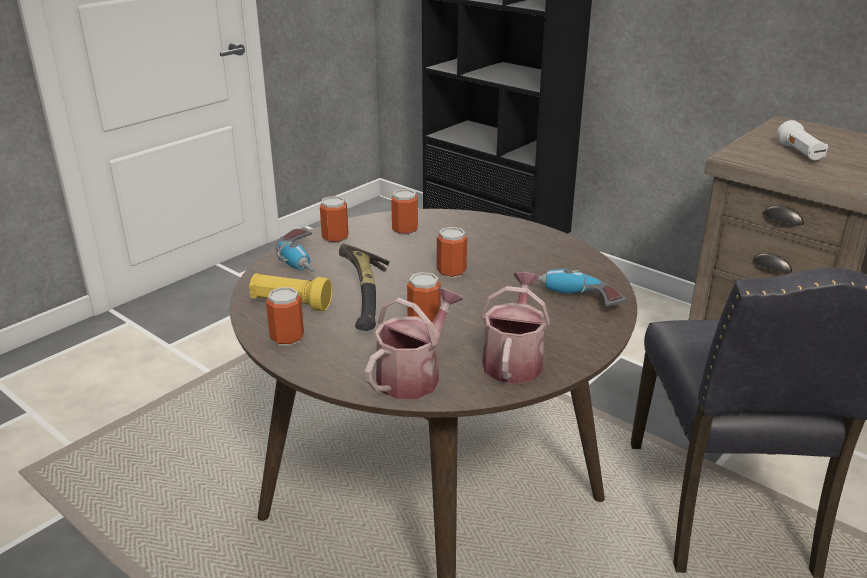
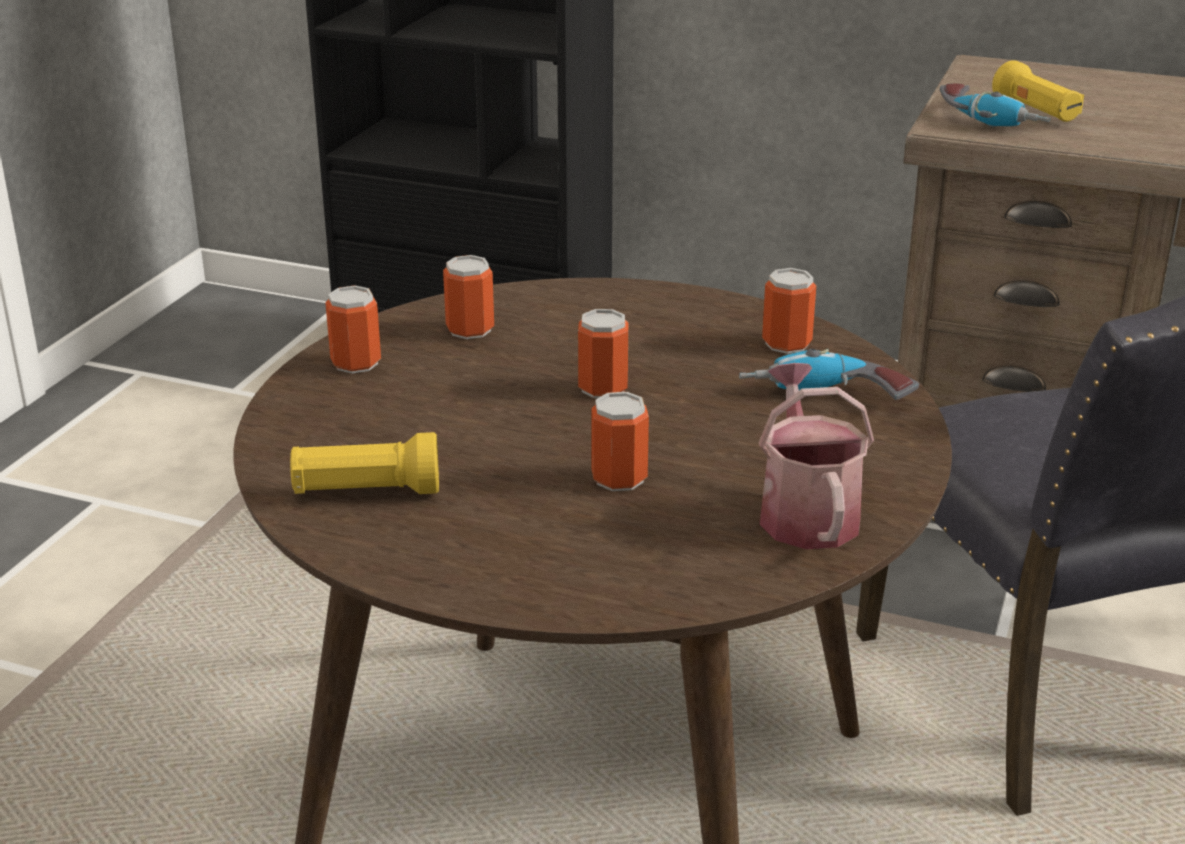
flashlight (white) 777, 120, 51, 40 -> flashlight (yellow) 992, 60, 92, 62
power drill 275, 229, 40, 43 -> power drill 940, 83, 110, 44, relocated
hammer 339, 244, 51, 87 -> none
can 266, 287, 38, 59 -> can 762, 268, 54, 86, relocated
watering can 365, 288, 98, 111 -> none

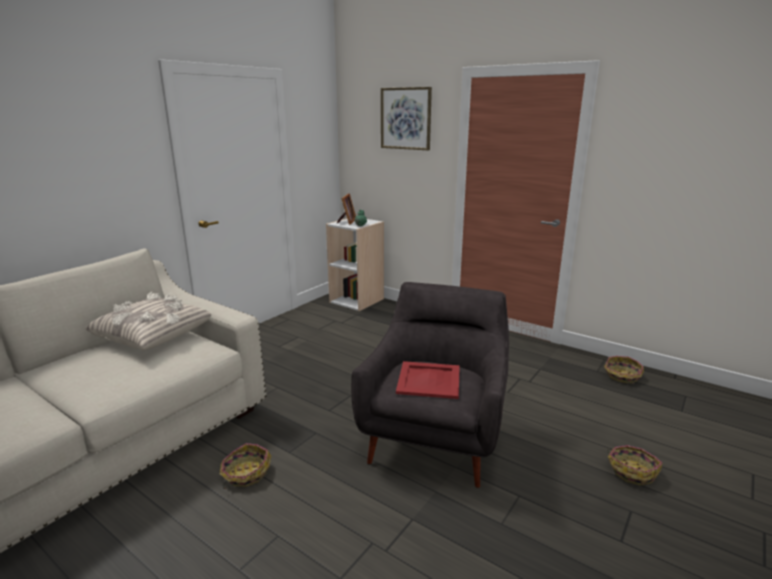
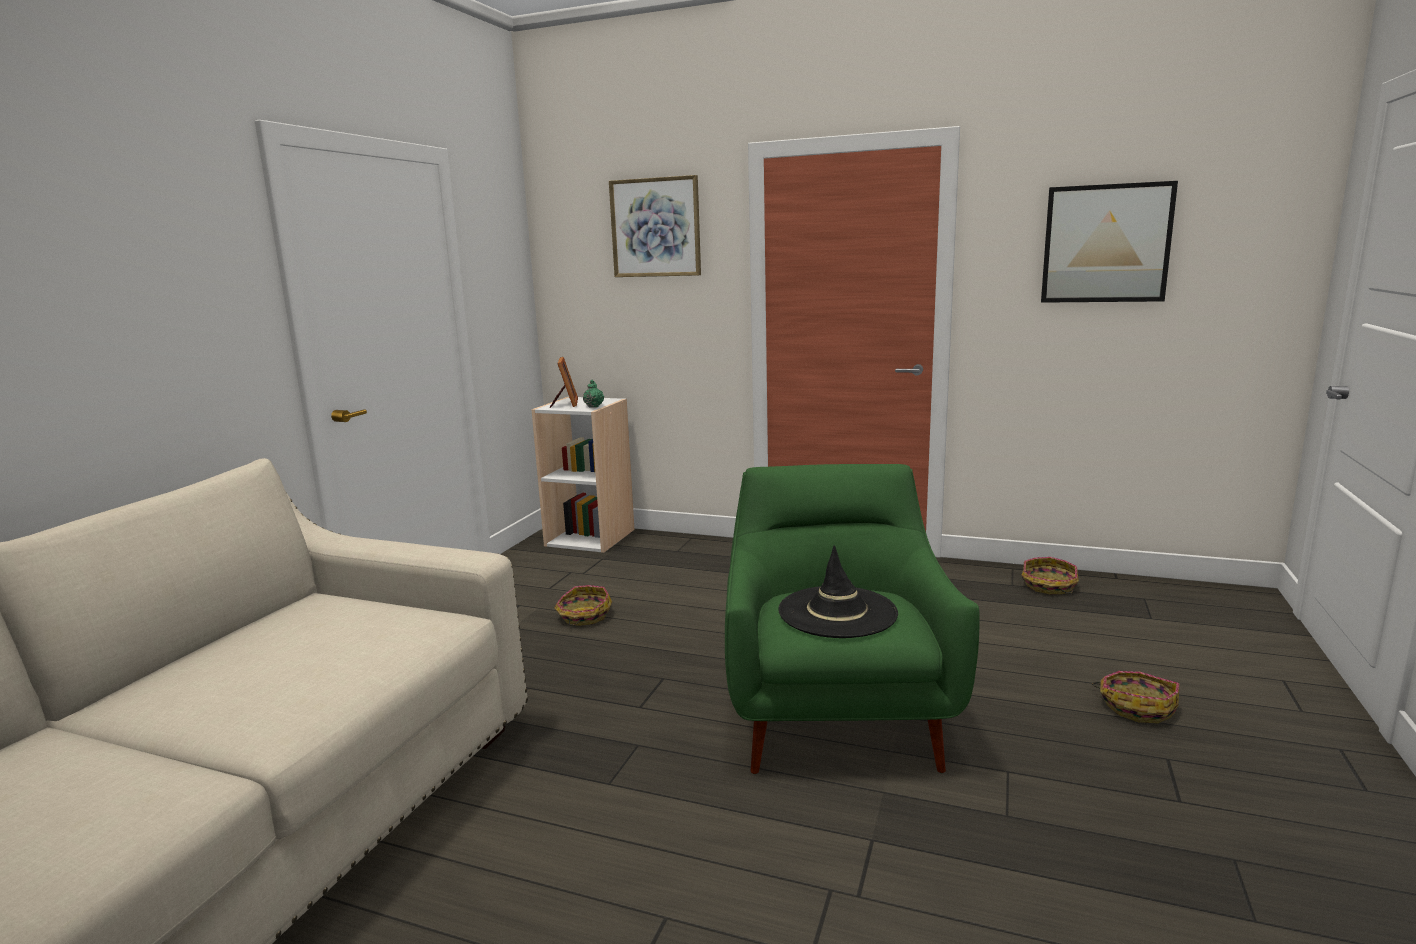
armchair (grey) 351, 282, 158, 206 -> armchair (green) 725, 464, 255, 310
pillow (beige) 86, 291, 125, 60 -> none
tray (red) 396, 361, 64, 38 -> hat (black) 778, 545, 120, 93
basket 219, 443, 52, 46 -> basket 554, 585, 58, 41, relocated
none -> picture 1041, 181, 137, 122

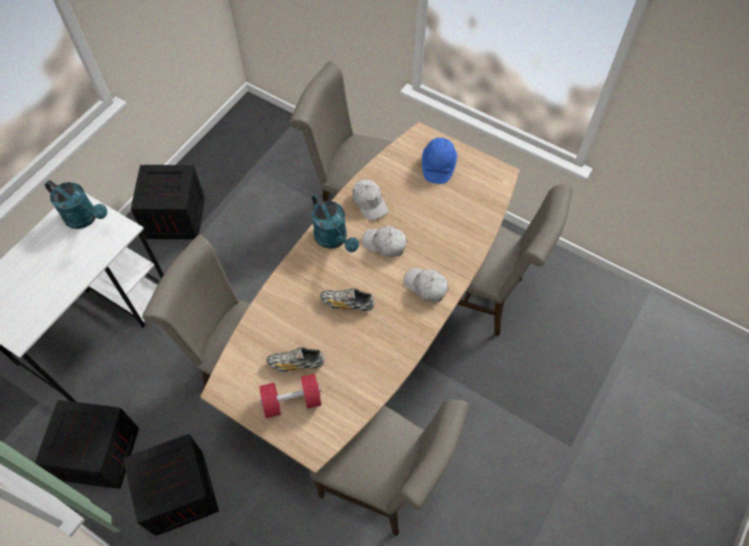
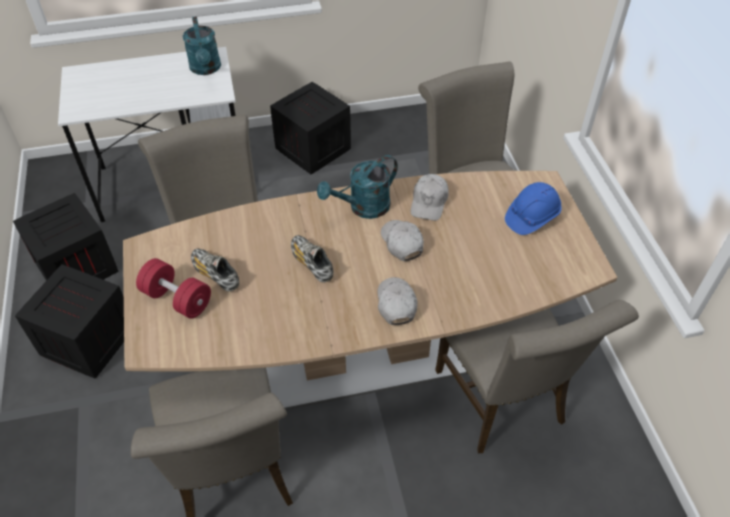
watering can (turquoise) 311, 194, 48, 58 -> watering can (turquoise) 317, 155, 81, 64, 45 degrees clockwise

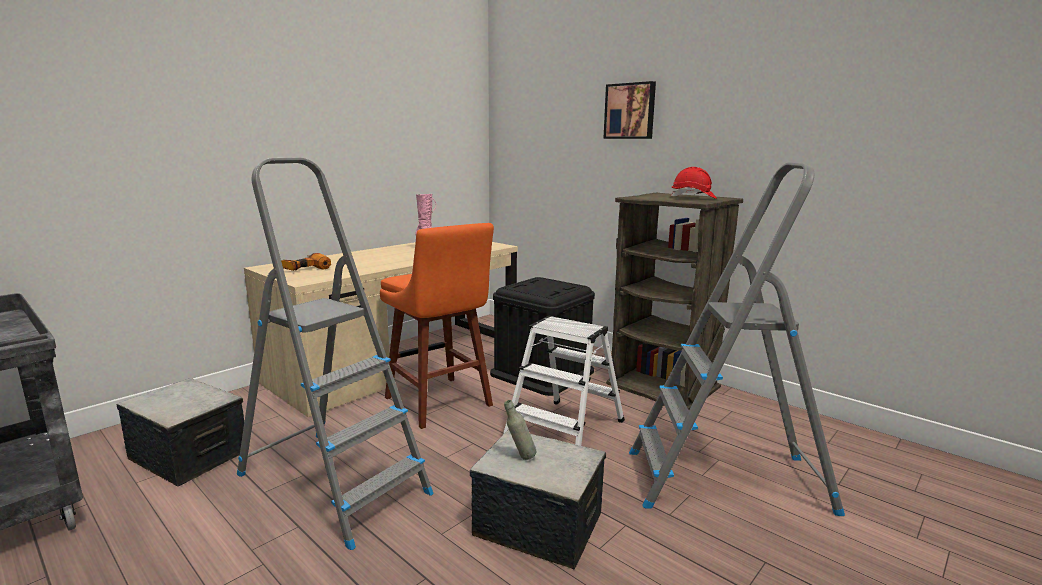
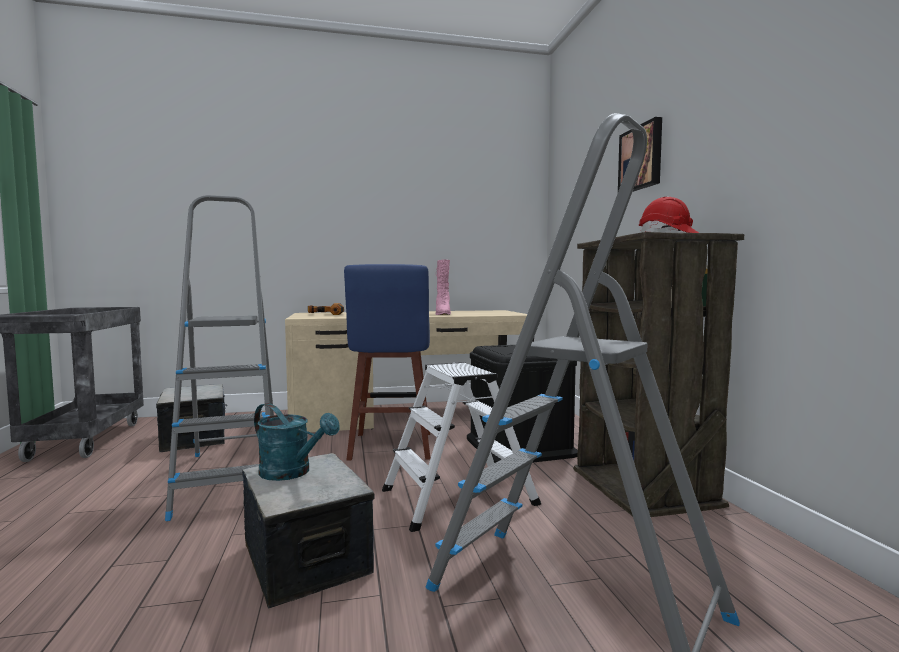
stool (orange) 380, 223, 114, 206 -> stool (blue) 344, 264, 86, 197
bottle (grey) 504, 400, 32, 60 -> watering can (turquoise) 254, 403, 86, 78

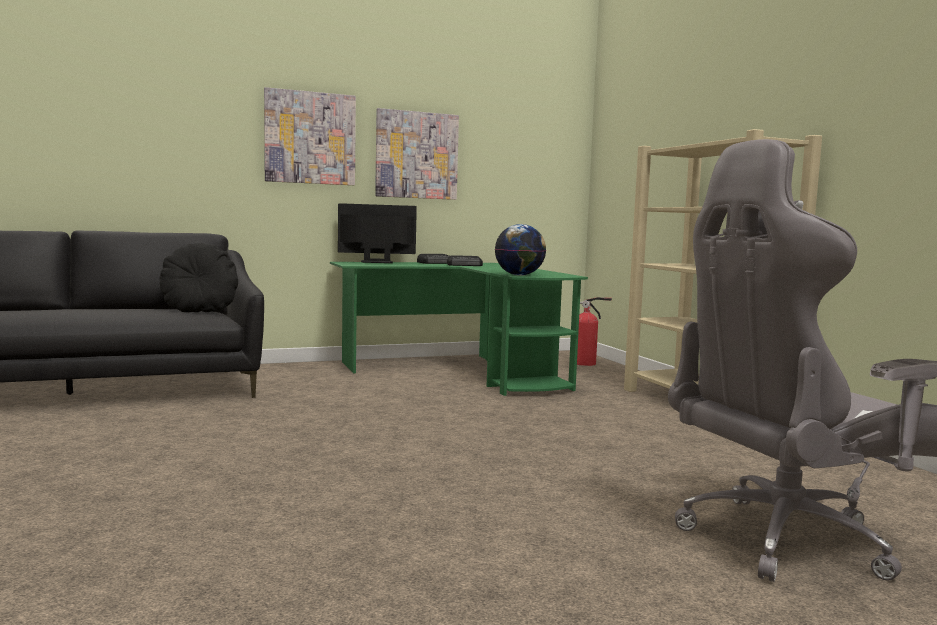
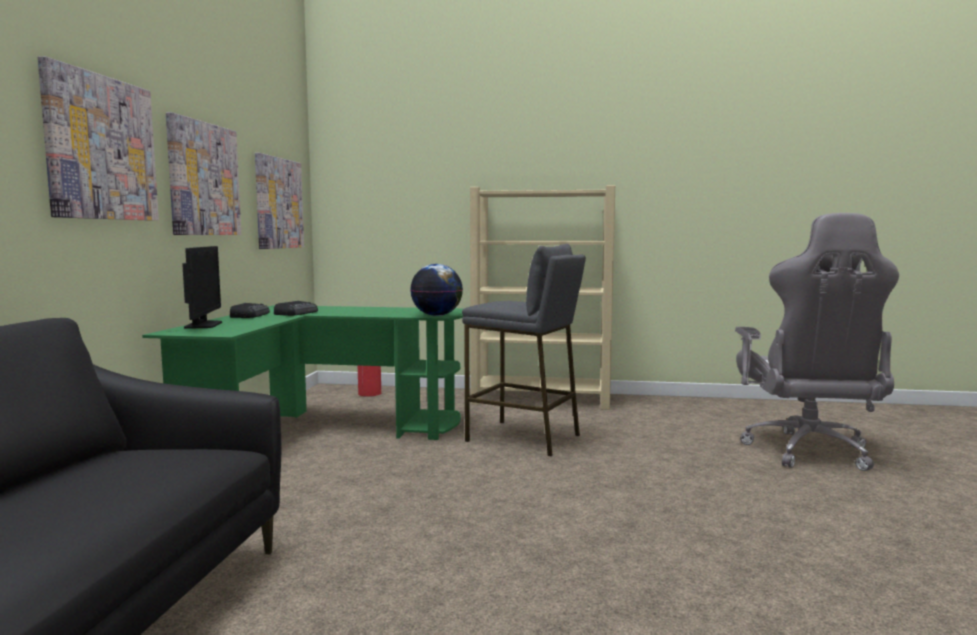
monitor 338, 203, 79, 60 -> monitor 182, 246, 40, 83, 150 degrees clockwise
pillow (black) 160, 243, 78, 69 -> none
none -> picture 255, 153, 49, 96
none -> stool (grey) 462, 244, 124, 212

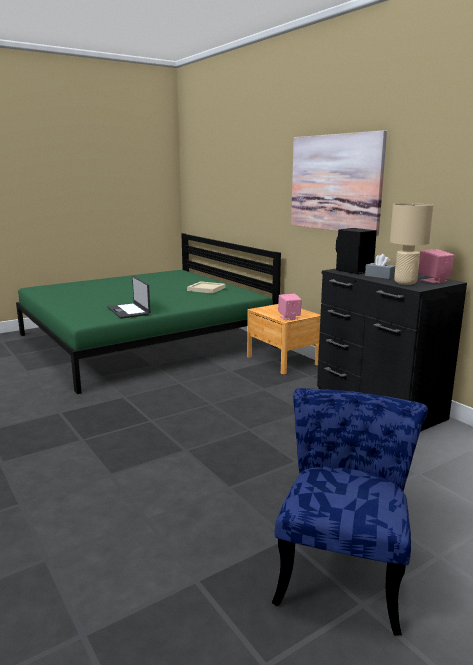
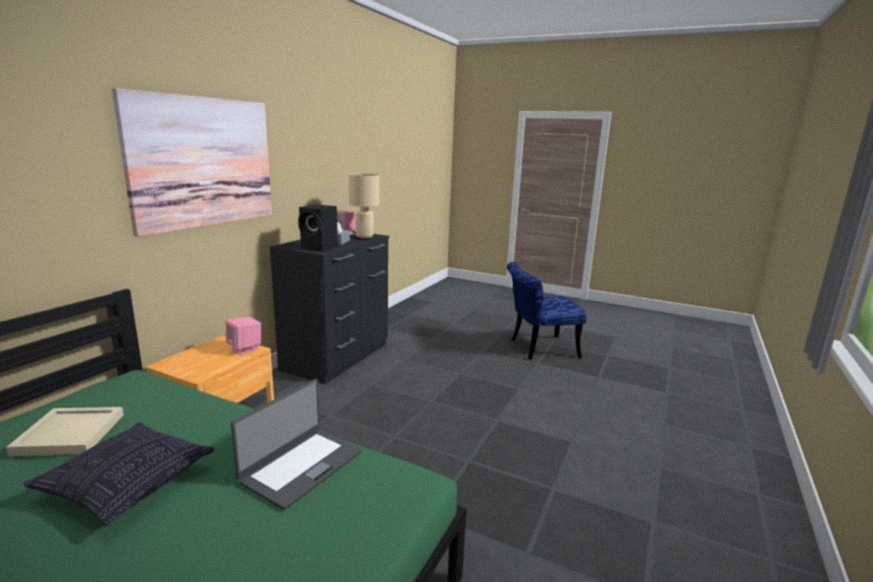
none -> pillow 23, 422, 192, 104

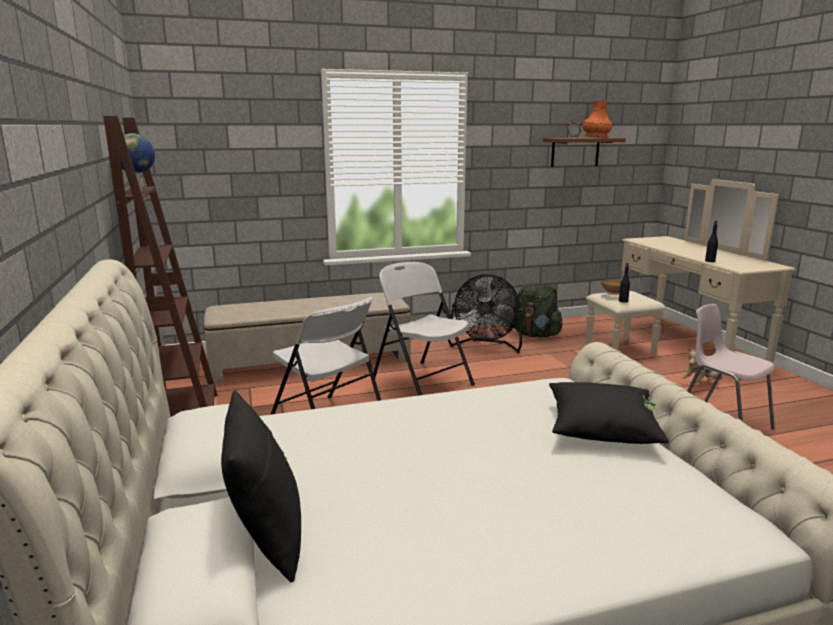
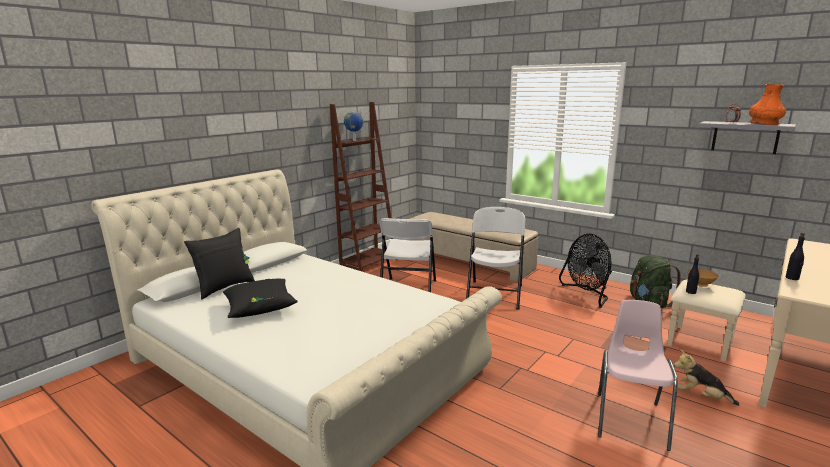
shelf (brown) 543, 138, 83, 29 -> shelf (grey) 698, 121, 98, 33
pillow (black) 549, 382, 120, 62 -> pillow (black) 223, 279, 75, 39, relocated

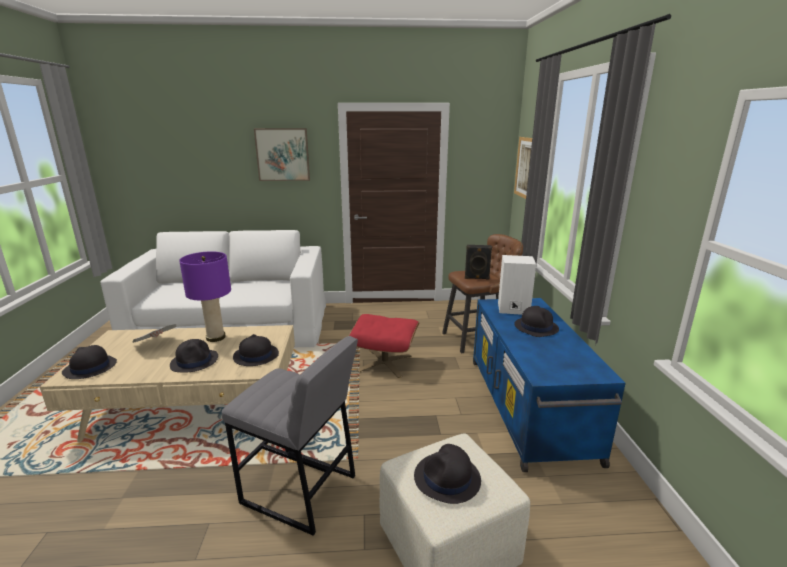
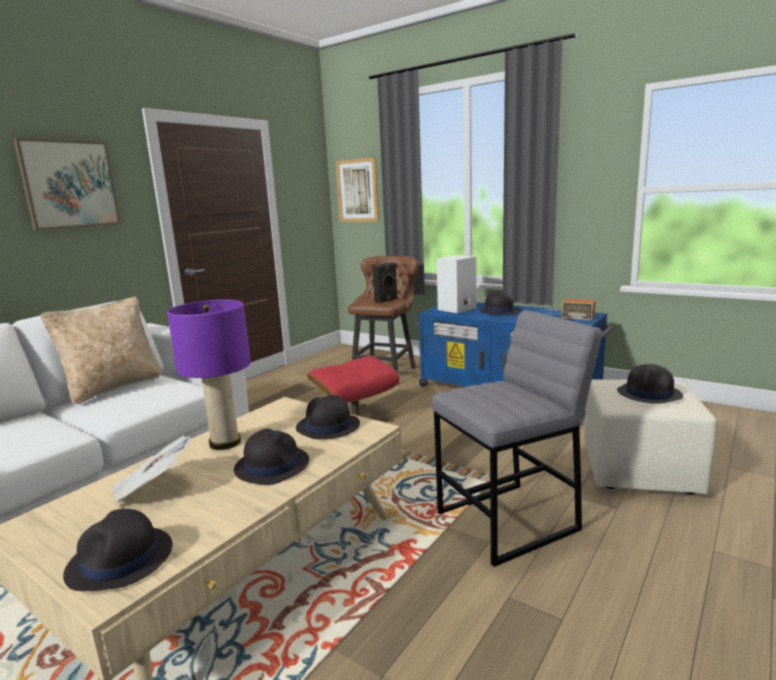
none -> pillow (beige) 40, 297, 121, 108
none -> radio 541, 299, 54, 21

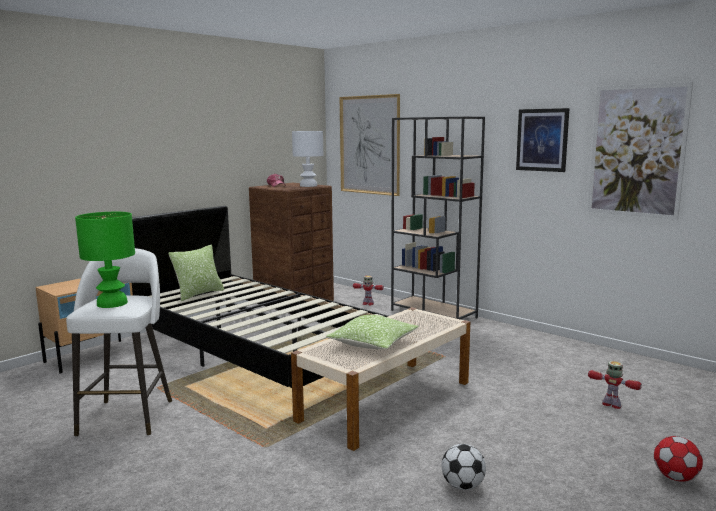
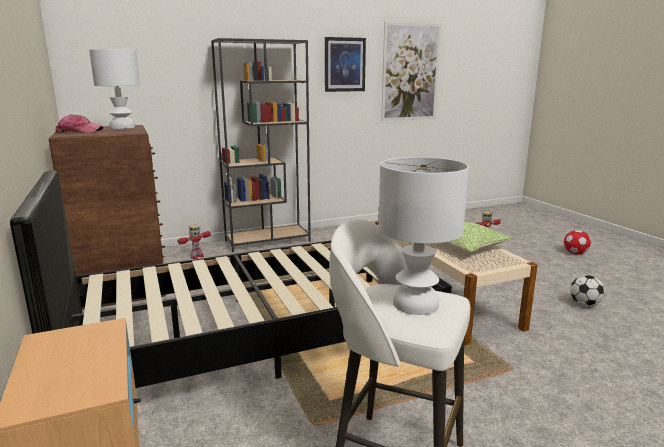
picture 340, 94, 60, 102 -> none
table lamp (green) 75, 212, 60, 96 -> table lamp (white) 378, 157, 91, 158
pillow 169, 245, 55, 56 -> none

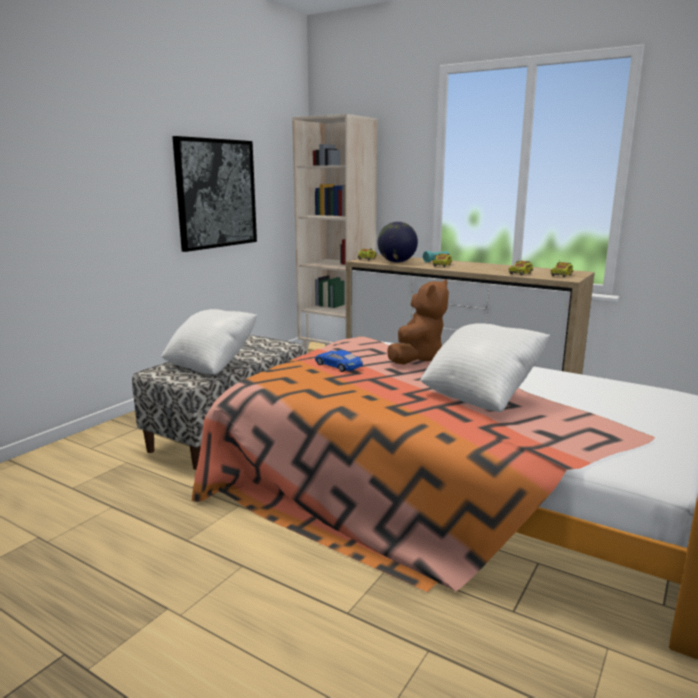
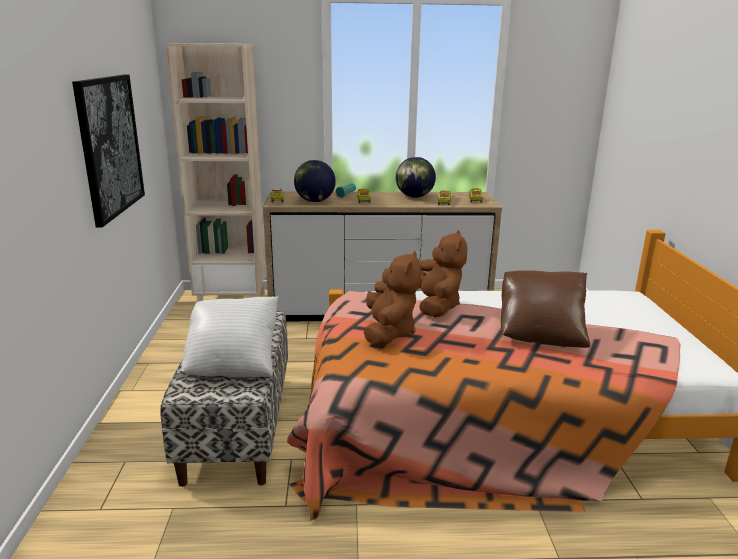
pillow (white) 421, 323, 129, 89 -> pillow (brown) 500, 271, 90, 77
toy car (blue) 315, 350, 48, 22 -> plush toy (brown) 364, 251, 57, 95
none -> globe 396, 157, 40, 41

